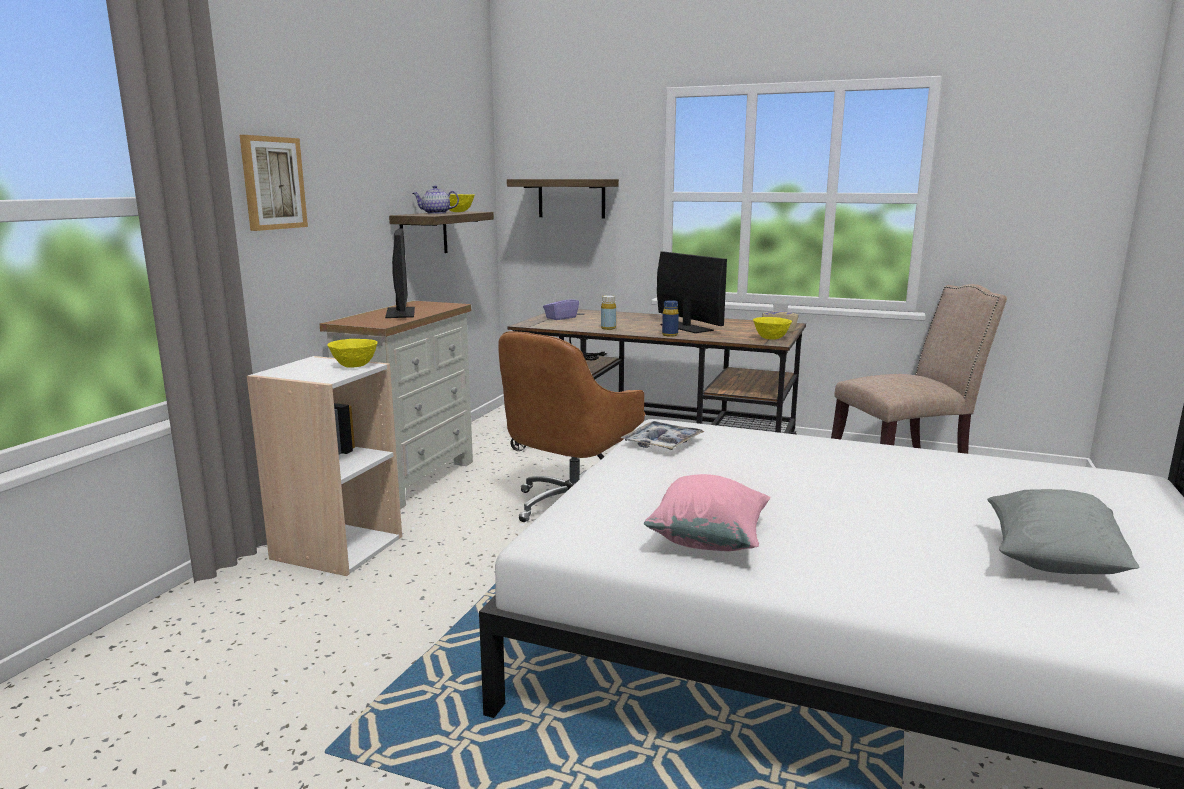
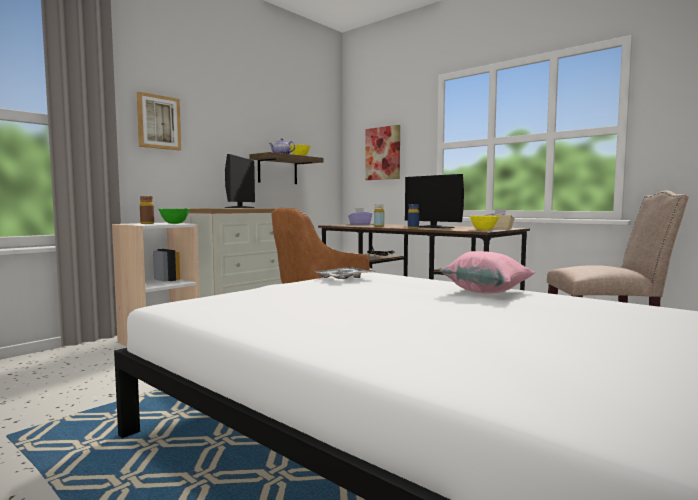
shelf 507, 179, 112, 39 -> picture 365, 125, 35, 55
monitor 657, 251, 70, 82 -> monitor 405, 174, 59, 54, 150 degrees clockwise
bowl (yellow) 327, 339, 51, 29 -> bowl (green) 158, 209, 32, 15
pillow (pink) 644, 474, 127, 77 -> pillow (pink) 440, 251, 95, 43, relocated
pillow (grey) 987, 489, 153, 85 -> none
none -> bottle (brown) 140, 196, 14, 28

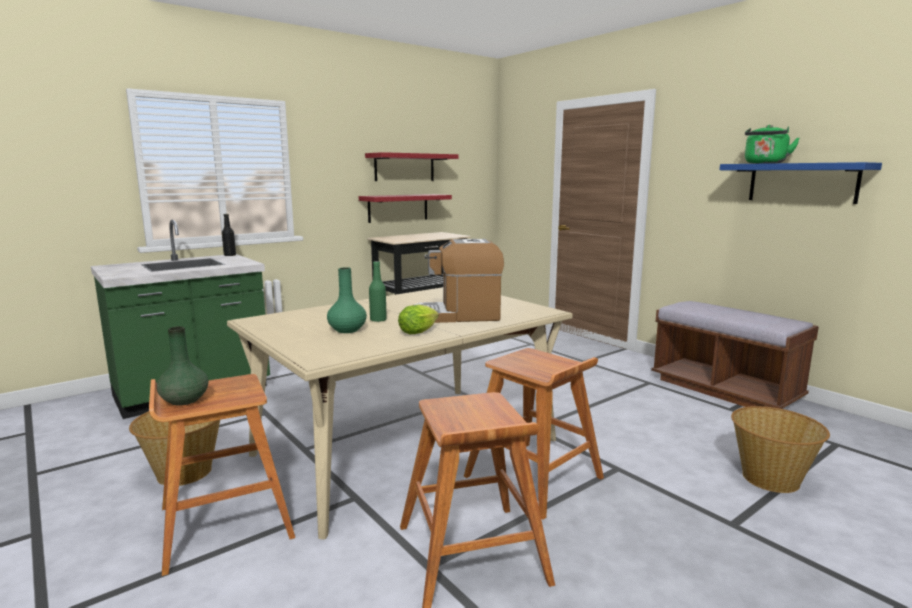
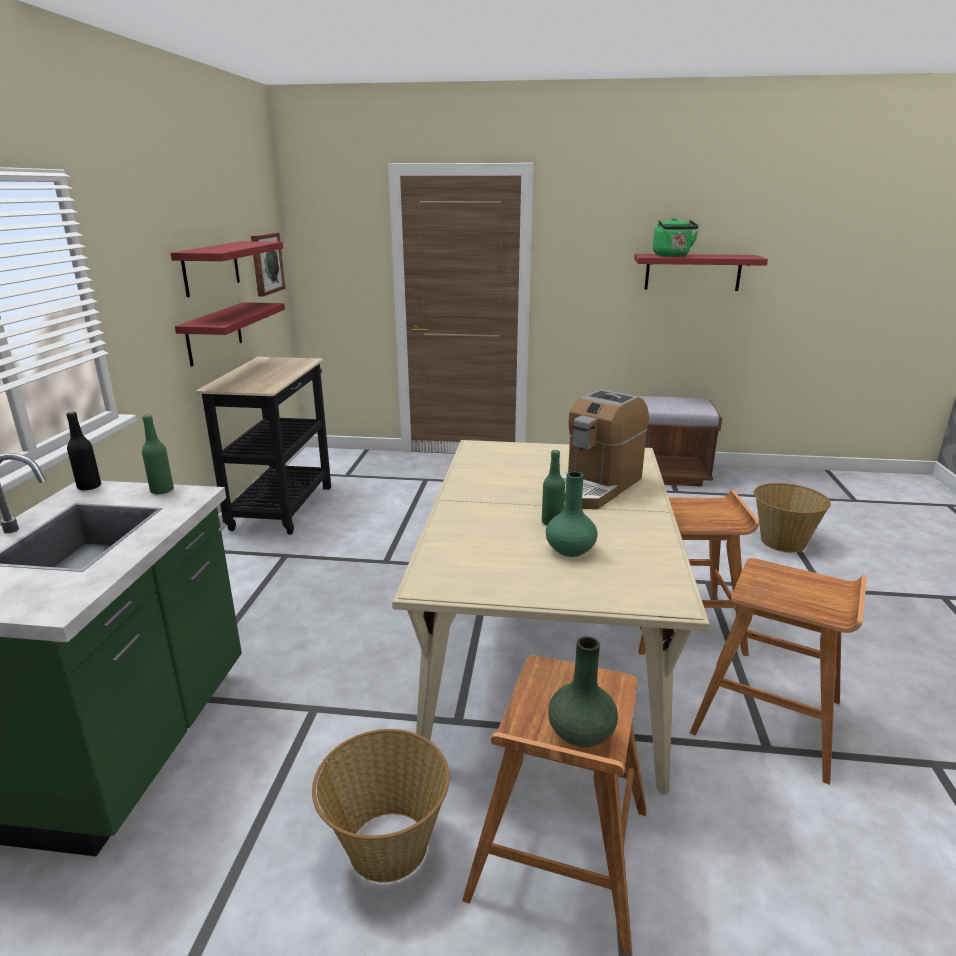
shelf (blue) 720, 162, 162, 42 -> shelf (red) 634, 254, 134, 37
lettuce 398, 305, 41, 29 -> none
none -> picture 251, 232, 35, 64
none -> bottle (green) 142, 414, 32, 81

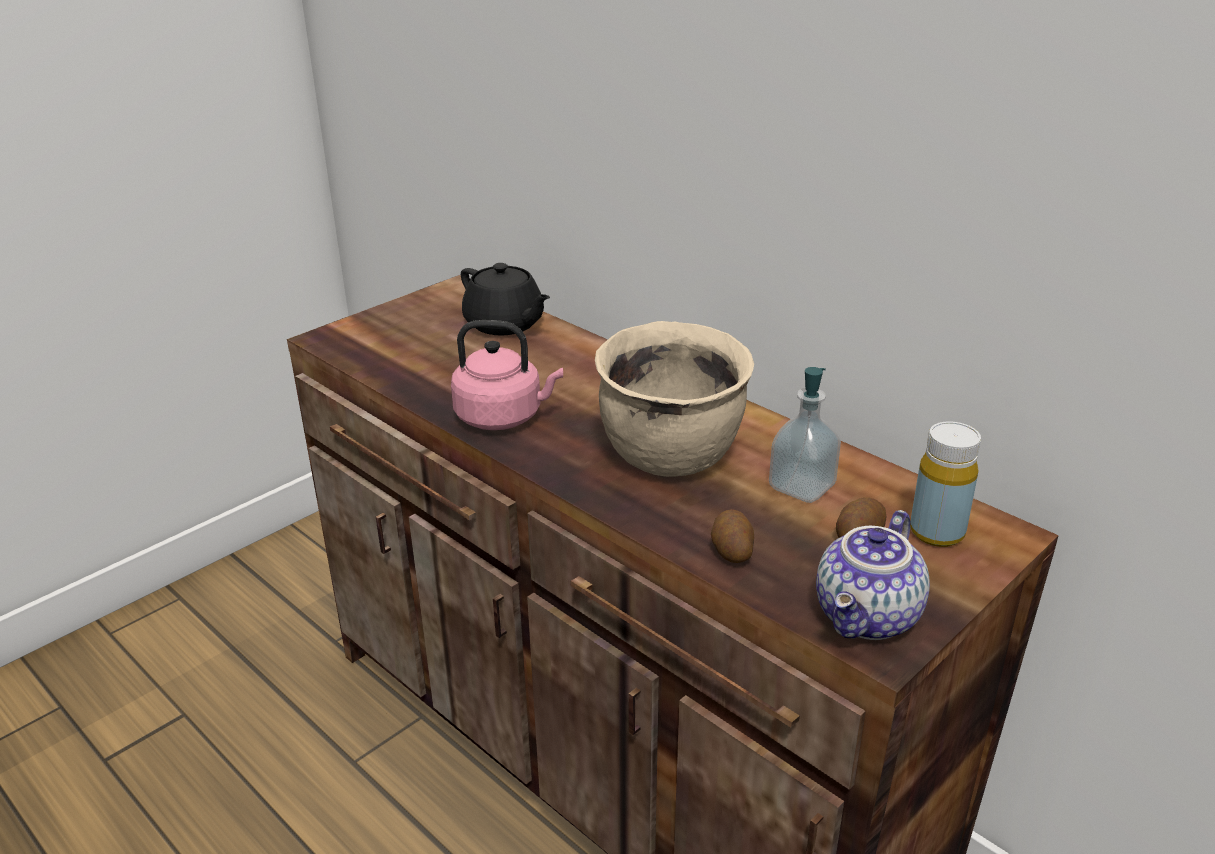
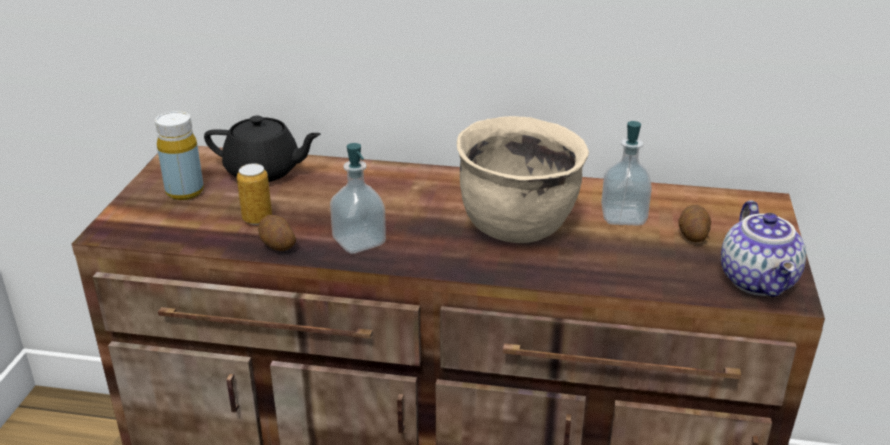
kettle (pink) 451, 320, 112, 110 -> soap dispenser 330, 143, 56, 111
bottle (yellow) 910, 422, 71, 125 -> bottle (yellow) 155, 111, 49, 89, relocated
potato 711, 509, 43, 54 -> potato 258, 215, 38, 36, relocated
none -> can 237, 163, 35, 62

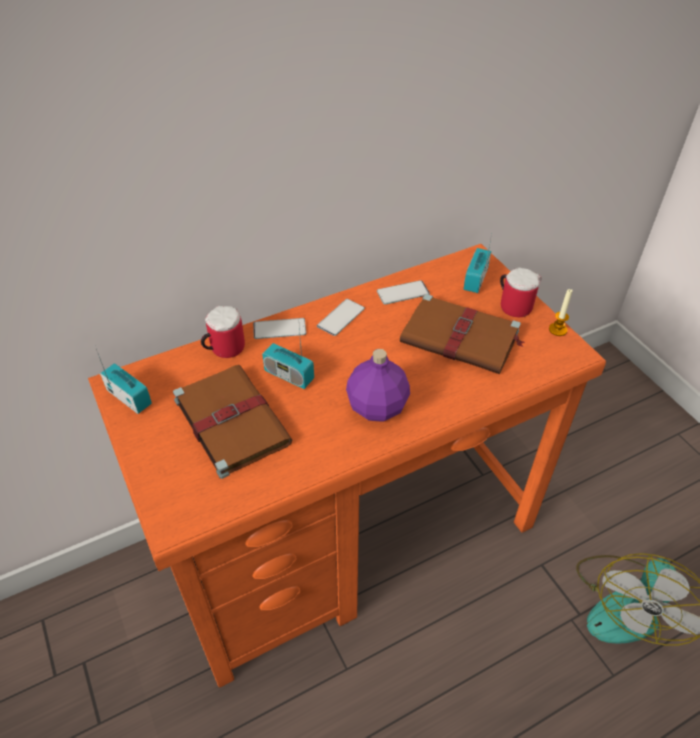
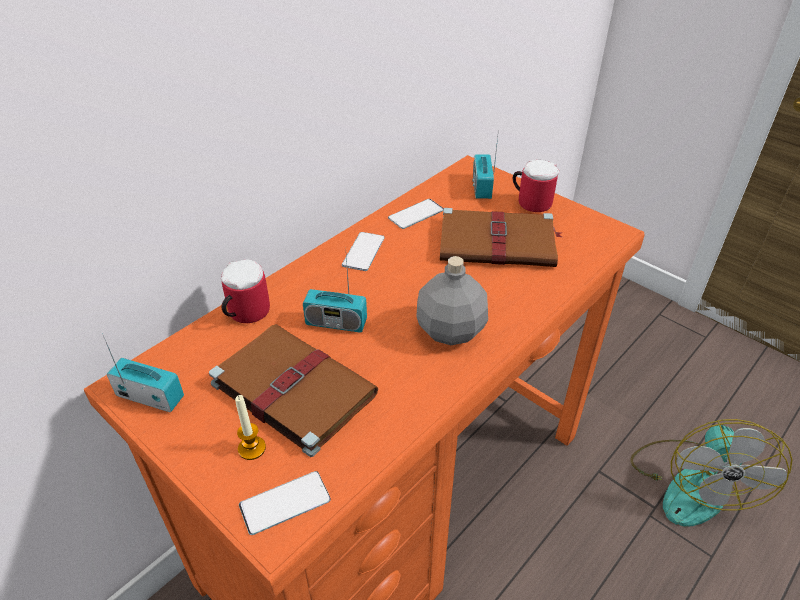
candle 549, 289, 24, 47 -> candle 235, 395, 31, 65, relocated
phone 253, 318, 53, 21 -> phone 239, 471, 92, 64, relocated
bottle (purple) 346, 349, 64, 73 -> bottle (grey) 416, 256, 72, 89

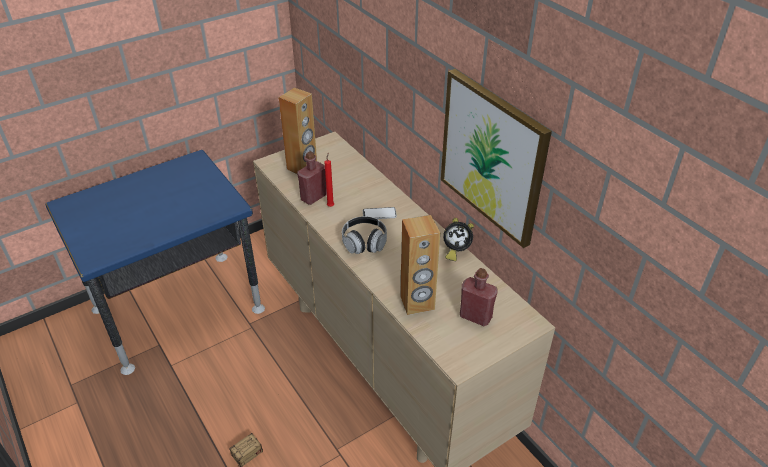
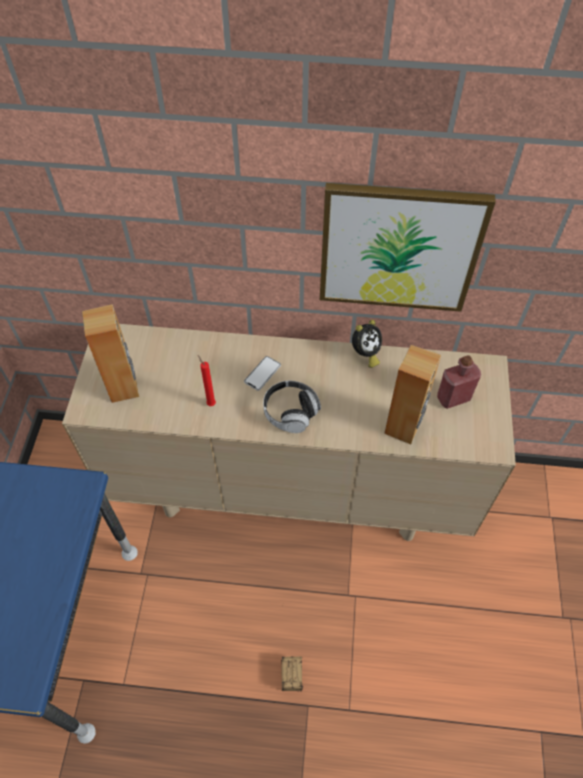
bottle (red) 297, 151, 30, 54 -> none

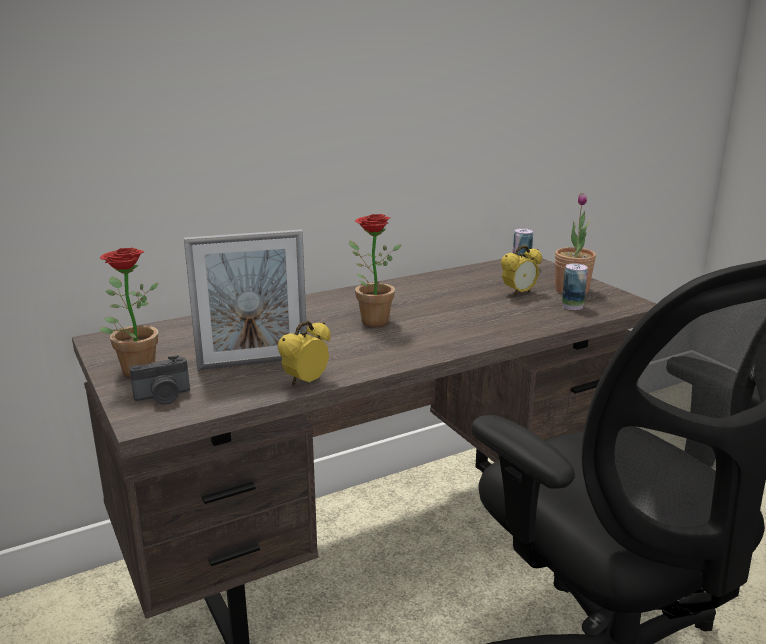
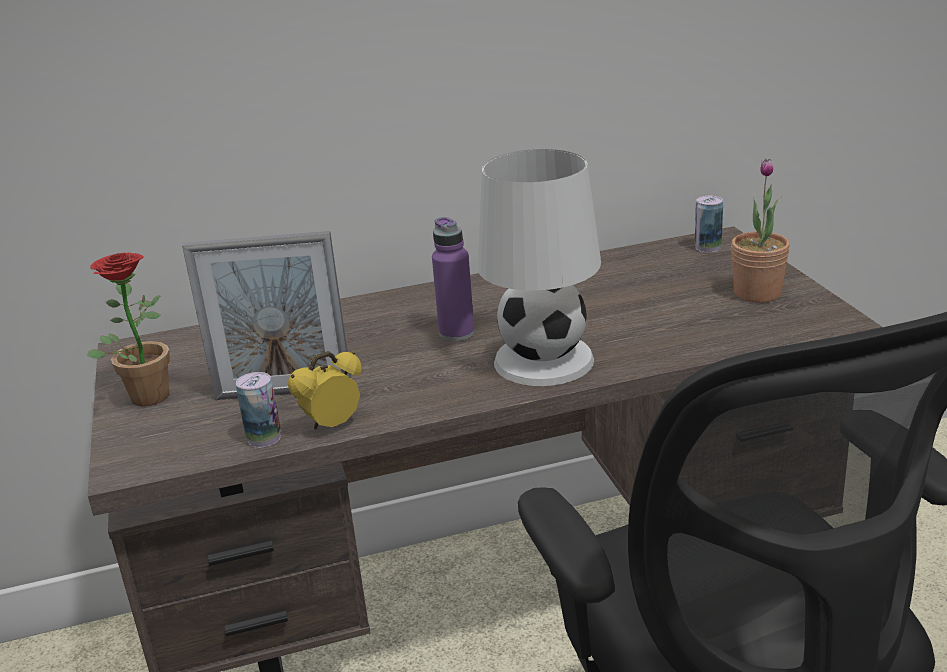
potted plant 349, 214, 53, 113 -> bottle (purple) 432, 217, 43, 124
alarm clock 501, 245, 41, 51 -> none
can 562, 263, 26, 47 -> can 236, 372, 45, 76, relocated
photo camera 130, 355, 60, 50 -> none
none -> table lamp (white) 478, 149, 123, 237

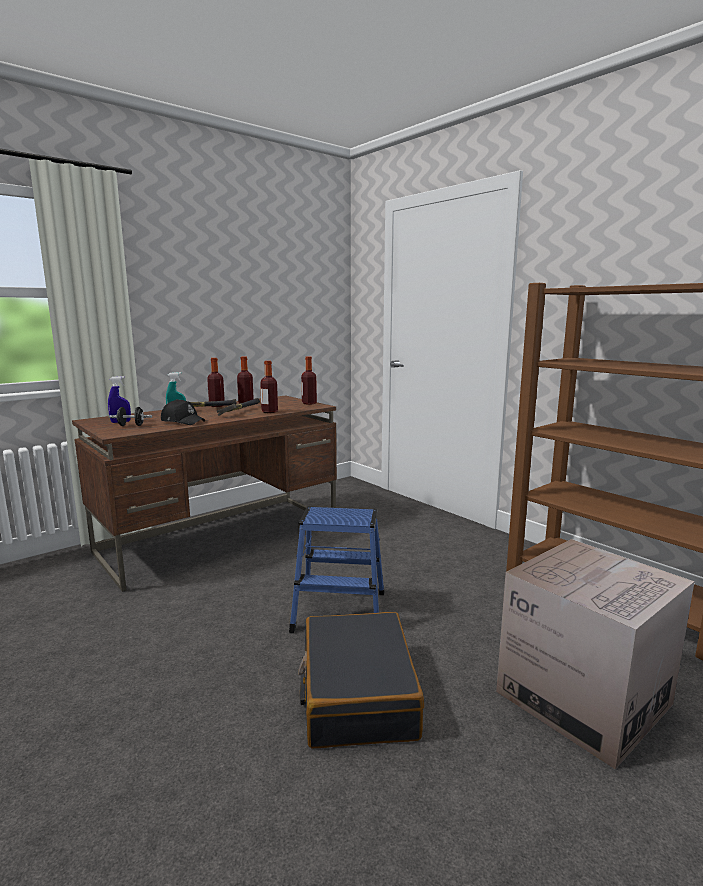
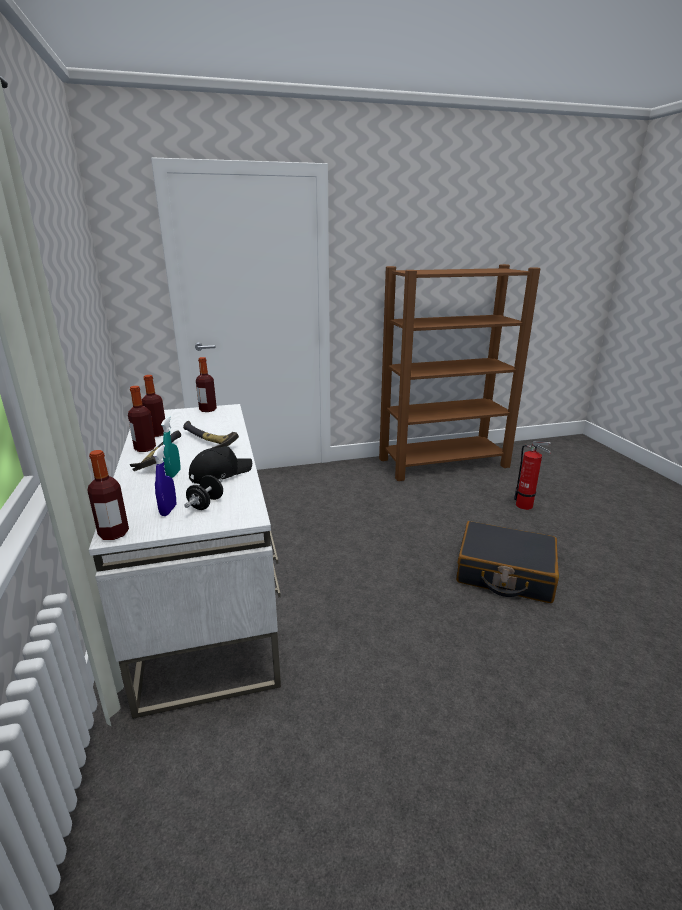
bottle 260, 361, 18, 52 -> bottle 87, 450, 42, 90, relocated
desk (brown) 72, 395, 265, 197 -> desk (white) 89, 404, 192, 315
step ladder (blue) 289, 506, 96, 127 -> none
cardboard box 496, 539, 198, 230 -> fire extinguisher 514, 441, 37, 69

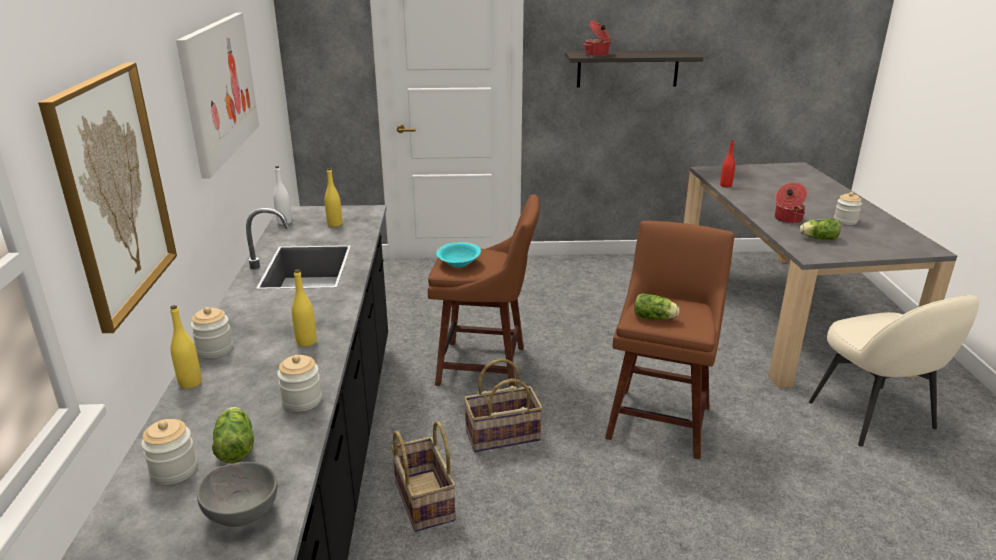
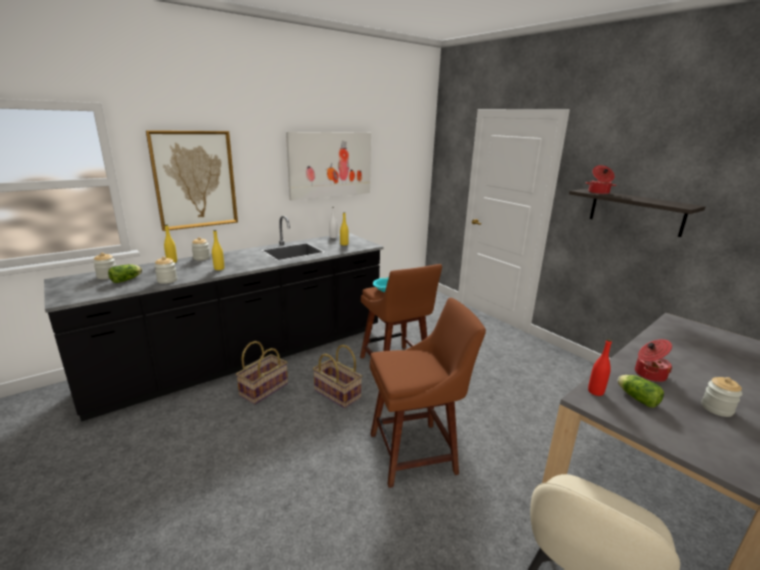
bottle (red) 720, 140, 15, 47 -> bottle (red) 588, 339, 24, 57, relocated
lettuce 634, 293, 46, 27 -> none
bowl (grey) 197, 462, 80, 65 -> none

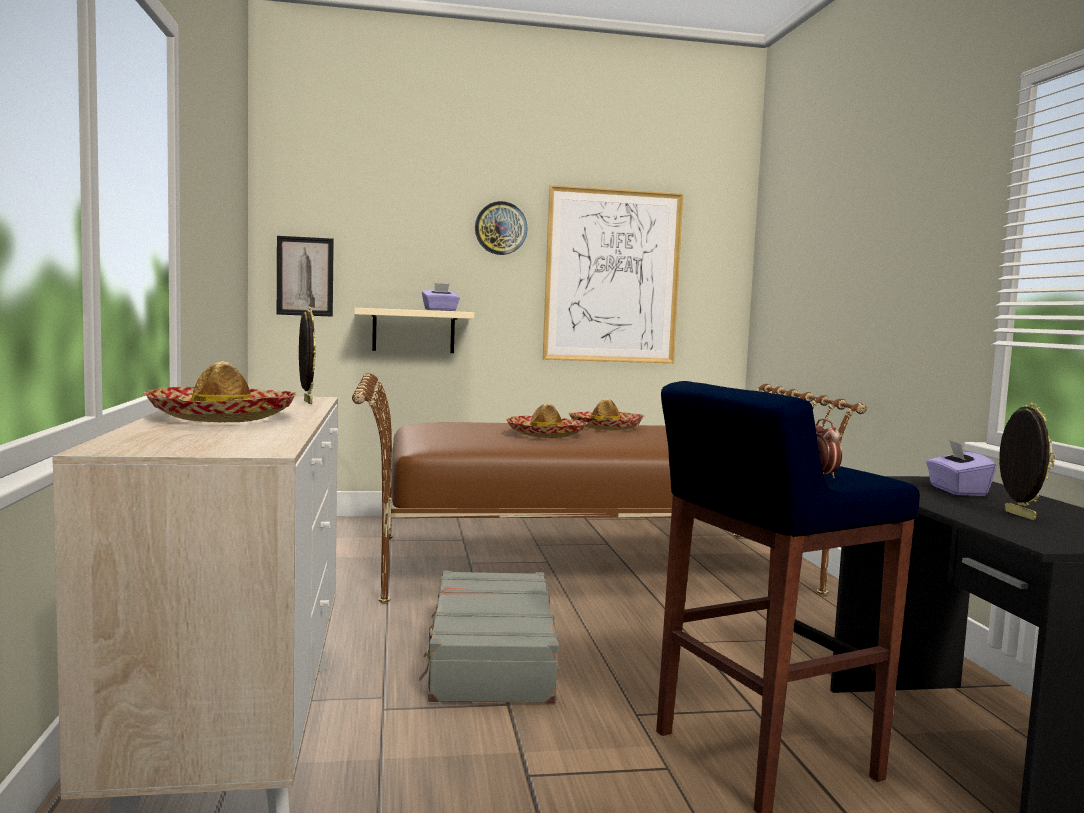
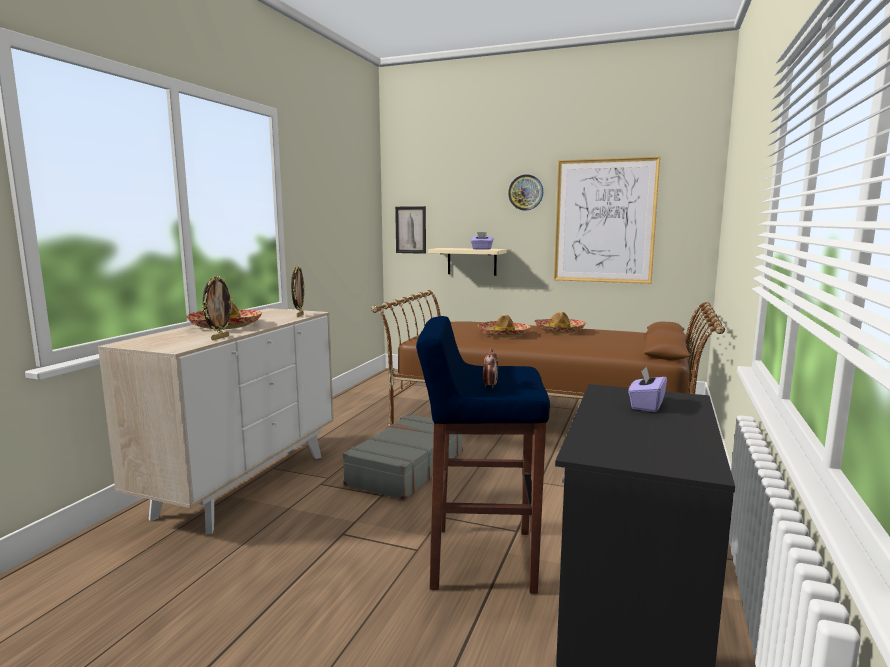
picture frame 999, 403, 57, 117 -> picture frame 202, 275, 32, 65, relocated

